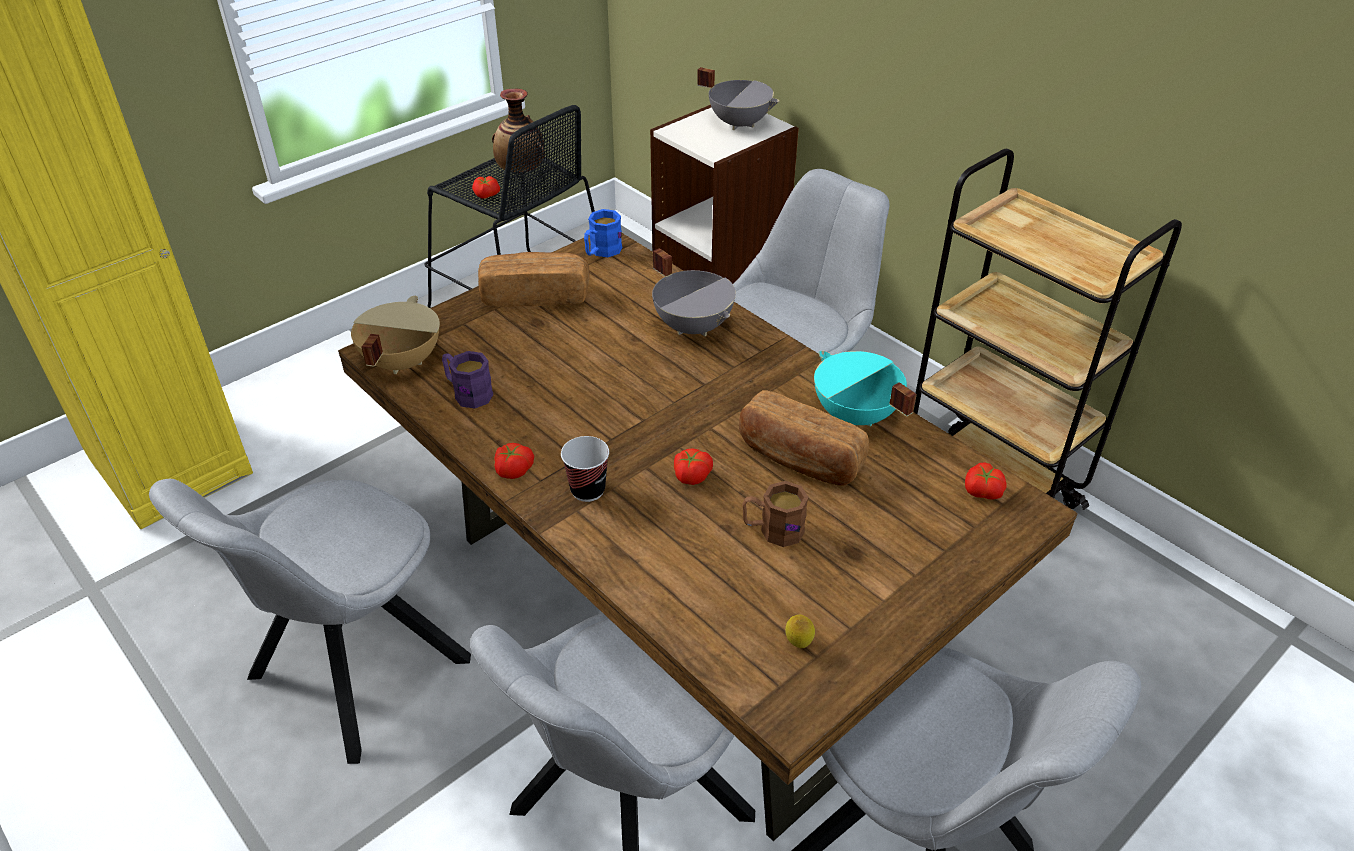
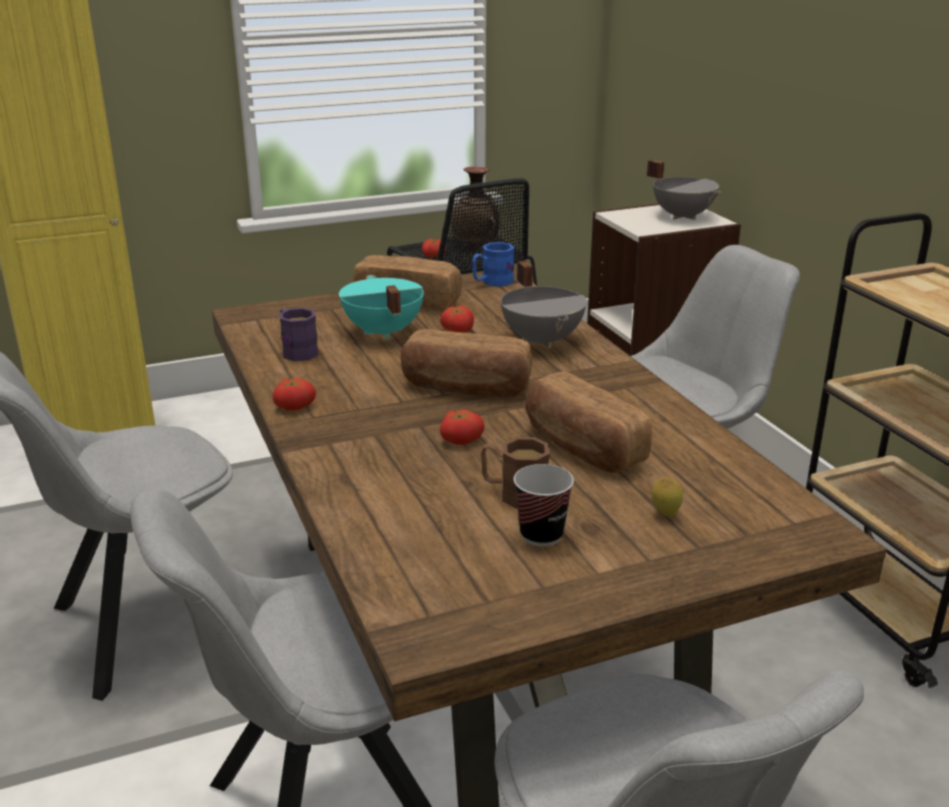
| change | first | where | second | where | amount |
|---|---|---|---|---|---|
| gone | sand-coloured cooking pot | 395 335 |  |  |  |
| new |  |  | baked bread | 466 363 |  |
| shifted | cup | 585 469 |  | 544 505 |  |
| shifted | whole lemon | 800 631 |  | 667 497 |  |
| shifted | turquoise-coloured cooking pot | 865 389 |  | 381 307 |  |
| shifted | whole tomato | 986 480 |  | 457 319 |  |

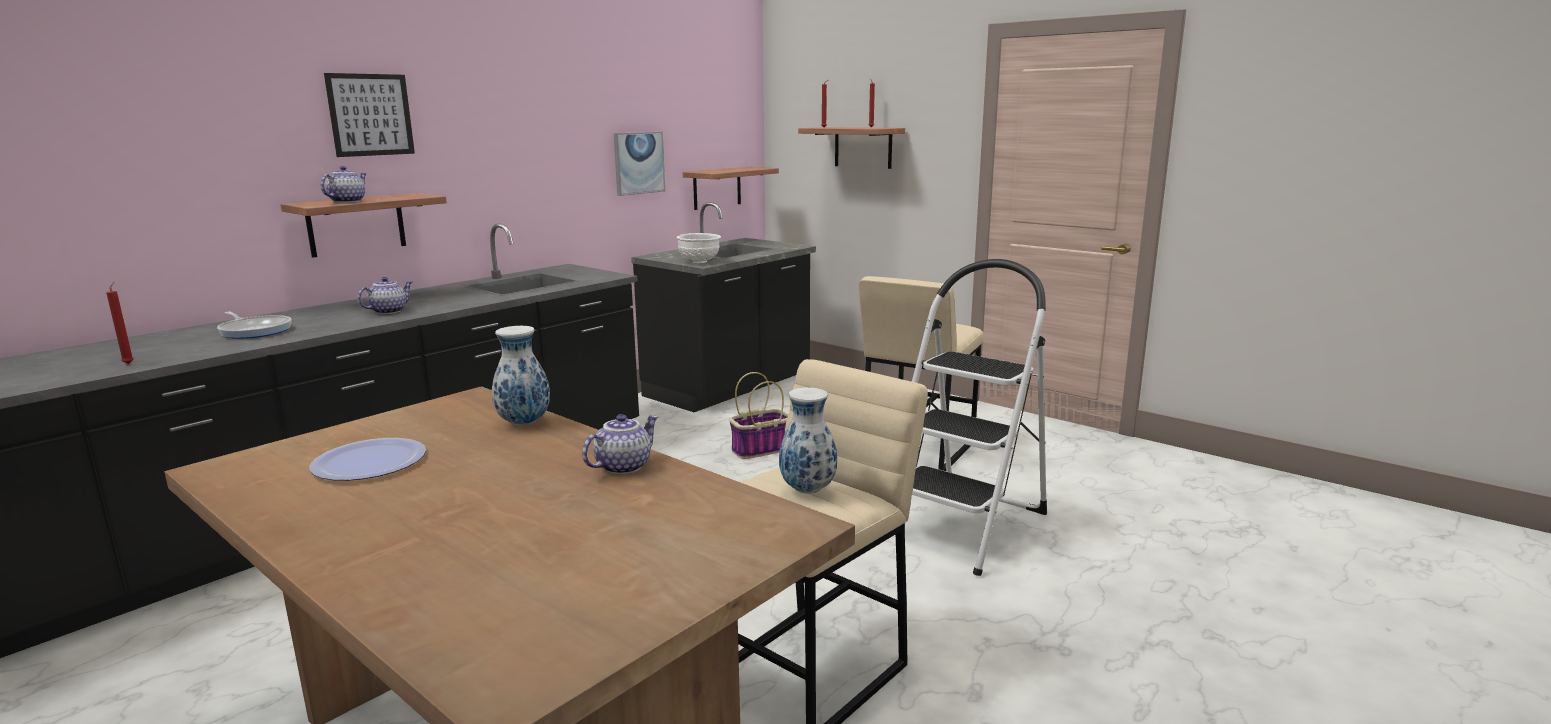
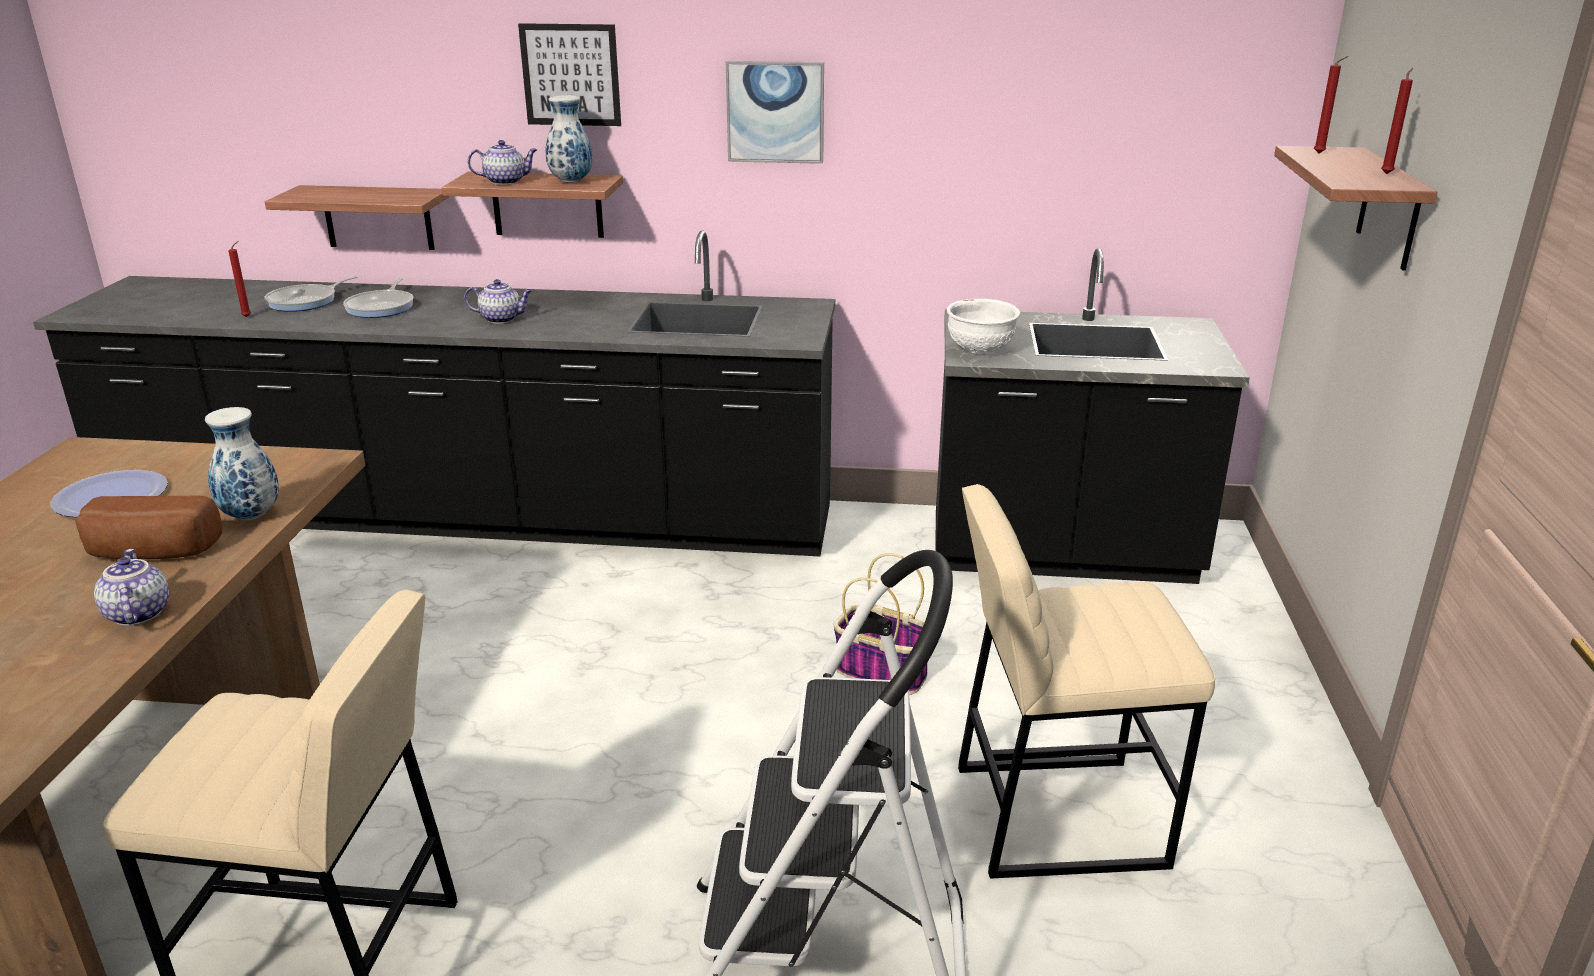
| change | first | where | second | where | amount |
|---|---|---|---|---|---|
| new |  |  | baked bread | 148 527 |  |
| new |  |  | frying pan | 311 294 |  |
| shifted | picture | 639 164 |  | 775 112 |  |
| shifted | shelf | 731 188 |  | 357 217 |  |
| shifted | decorative vase | 808 440 |  | 569 139 |  |
| rotated | teapot | 620 444 |  | 131 587 | 120 degrees counterclockwise |

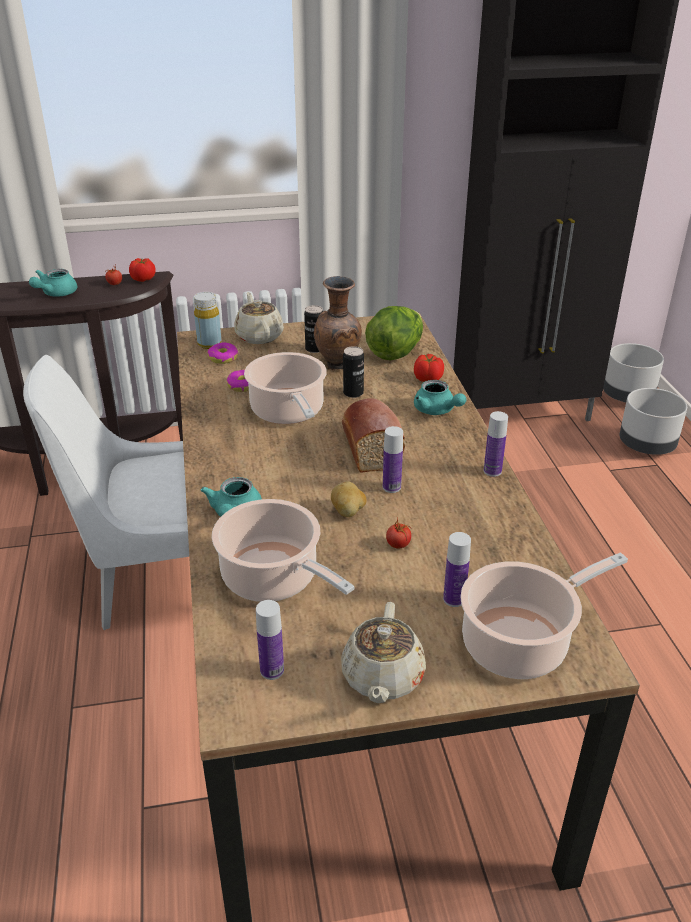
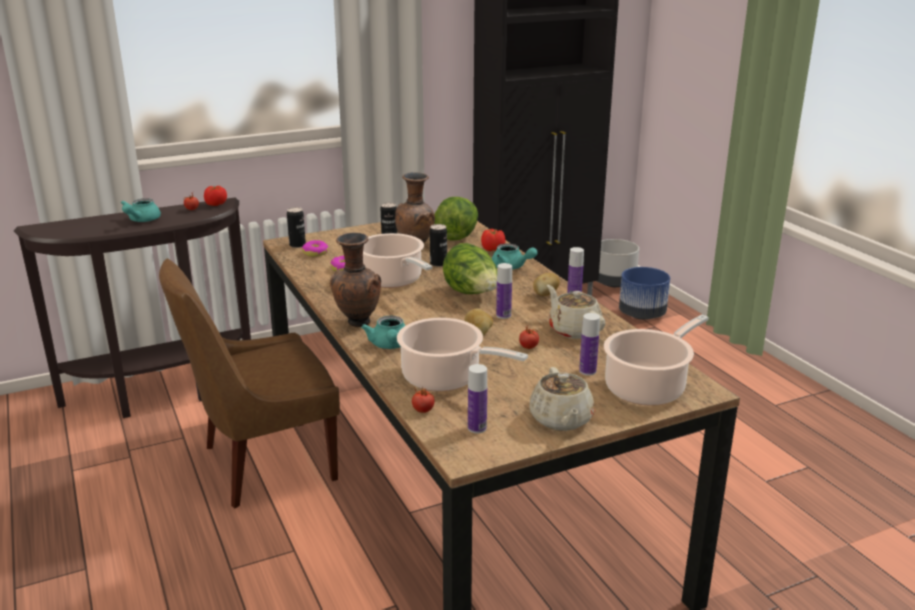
| change | first | where | second | where | amount |
|---|---|---|---|---|---|
| new |  |  | brown decorative vase | 355 279 |  |
| new |  |  | whole tomato | 423 399 |  |
| new |  |  | whole potato | 546 284 |  |
| shifted | sand-coloured teapot | 259 318 |  | 576 312 |  |
| swapped | yellow-coloured beverage bottle | 208 320 | can | 296 227 |  |
| swapped | baked bread | 373 435 | head of lettuce | 470 268 |  |
| repainted | white-coloured chair | 106 492 | brown chair | 249 383 |  |
| repainted | gray flower pot | 653 421 | blue flower pot | 644 293 |  |

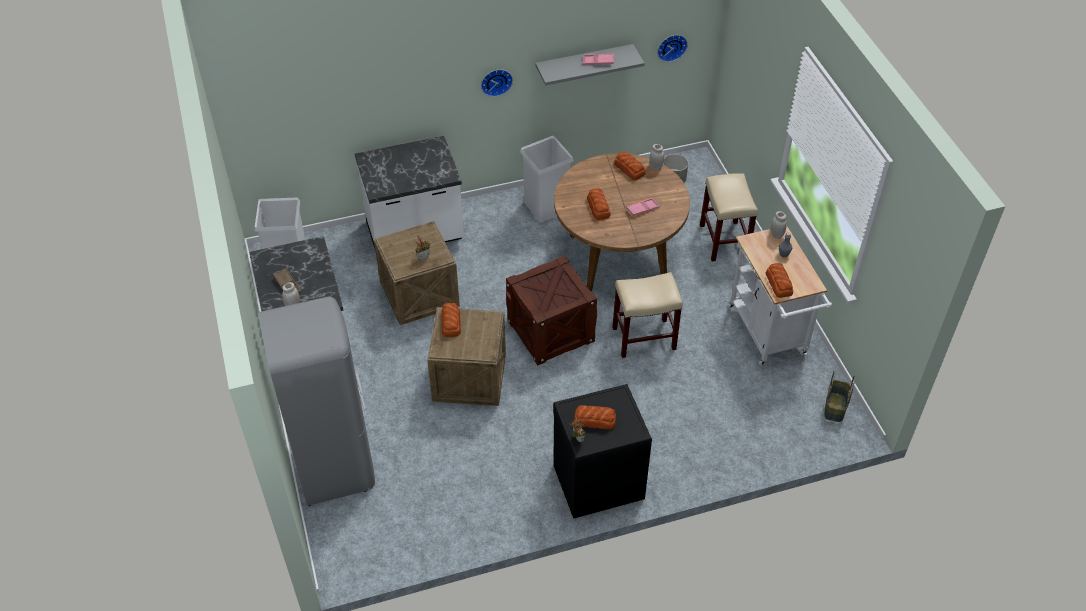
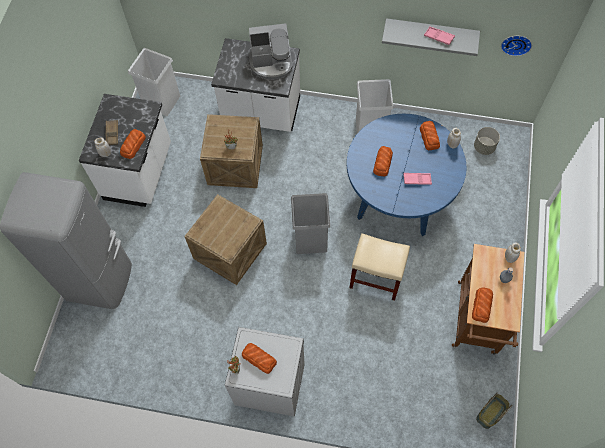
| change | first | where | second | where | amount |
|---|---|---|---|---|---|
| gone | clock on the wall | 497 83 |  |  |  |
| gone | sand-coloured stool | 729 217 |  |  |  |
| new |  |  | coffee machine | 270 51 |  |
| shifted | baked bread | 451 320 |  | 133 144 |  |
| swapped | crate | 551 310 | gray trash can | 310 223 |  |
| repainted | blackish laundry machine | 602 451 | white-coloured laundry machine | 265 372 |  |
| repainted | brown kitchen table | 622 222 | blue kitchen table | 407 175 |  |
| repainted | white-coloured cart | 780 296 | brown cart | 488 299 |  |

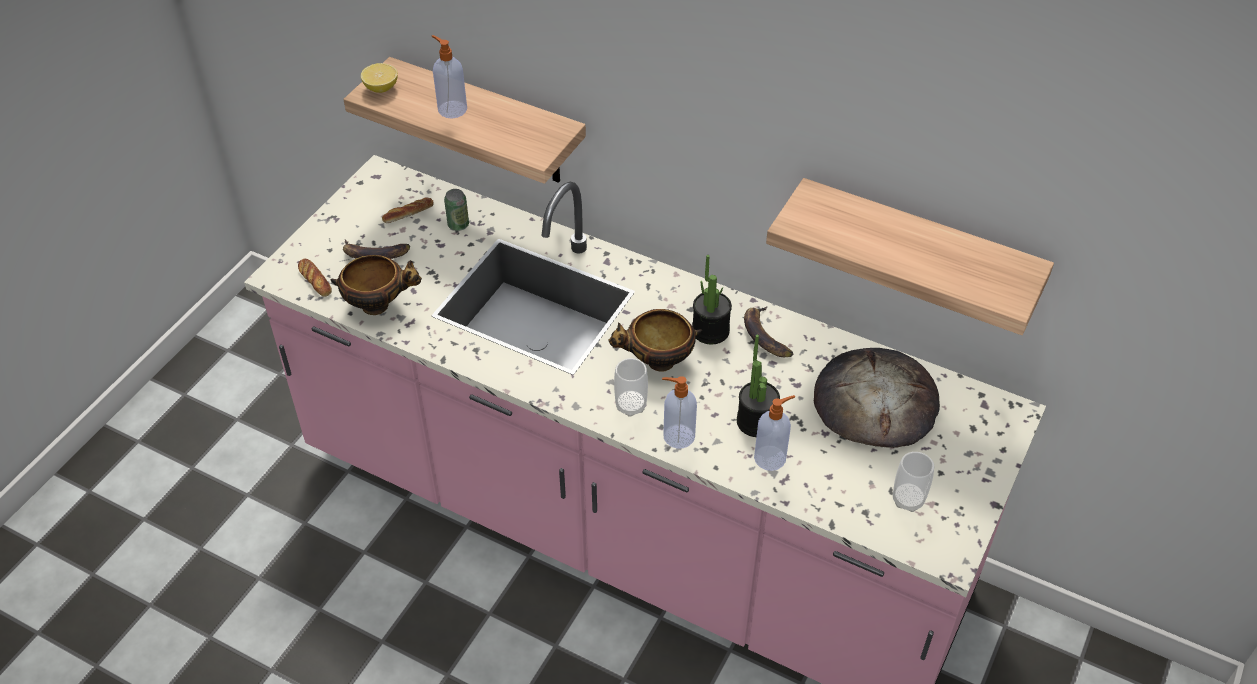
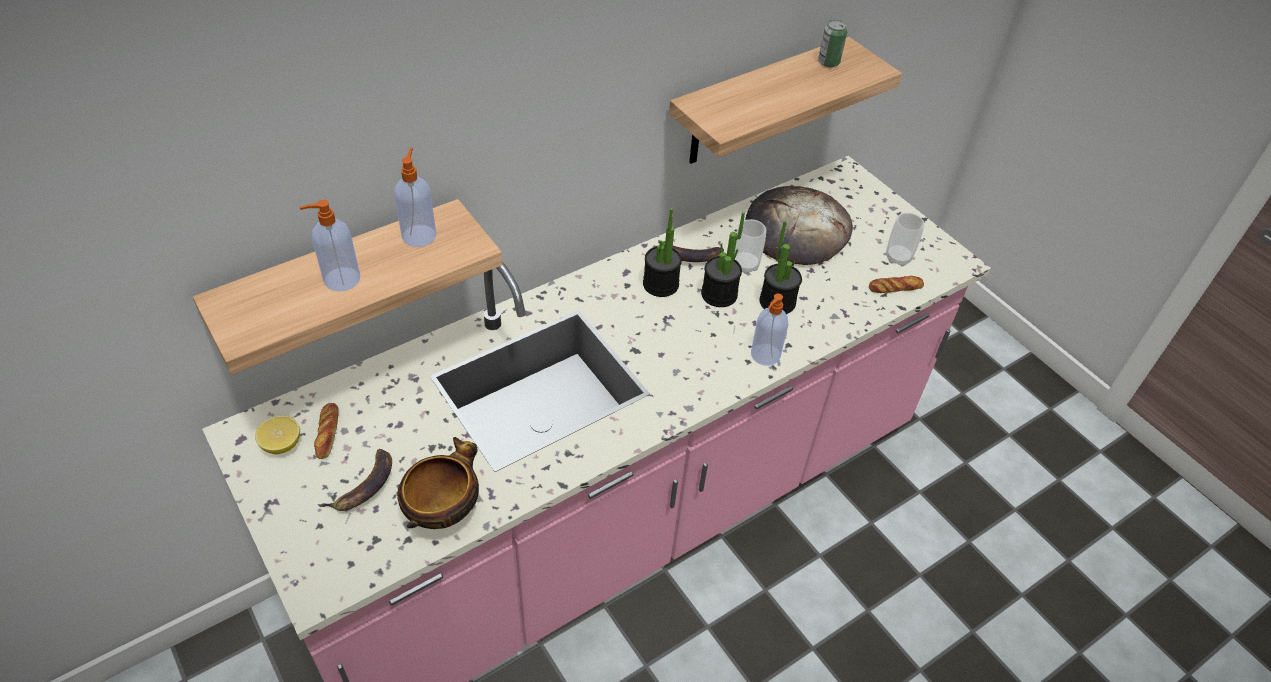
| change | first | where | second | where | amount |
|---|---|---|---|---|---|
| gone | serving bowl | 655 340 |  |  |  |
| new |  |  | houseplant | 723 259 |  |
| shifted | baked bread | 315 278 |  | 896 284 |  |
| shifted | whole lemon | 379 78 |  | 277 435 |  |
| shifted | can | 456 210 |  | 832 43 |  |
| shifted | cup | 631 387 |  | 750 246 |  |
| shifted | soap bottle | 774 433 |  | 415 197 |  |

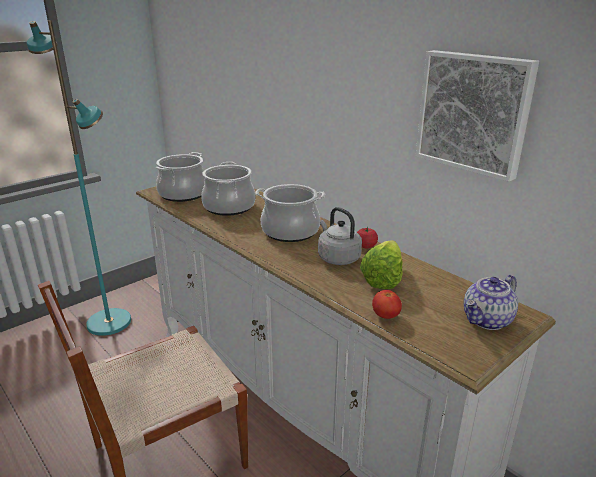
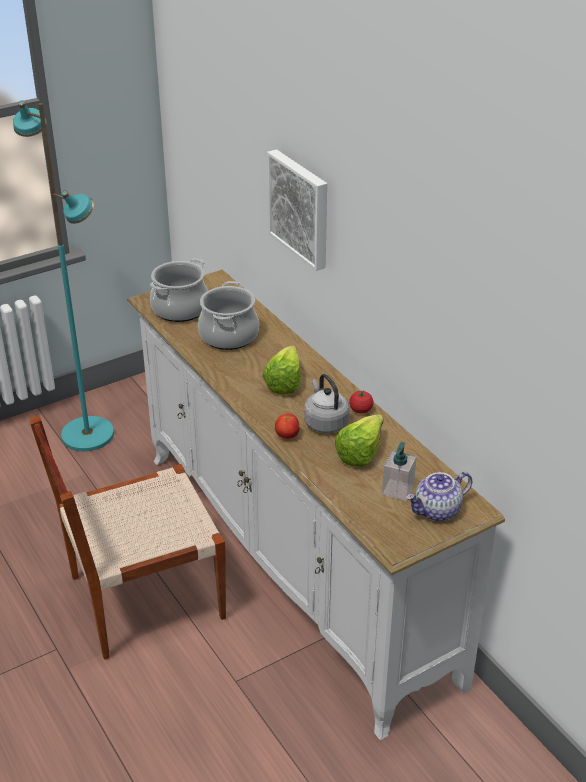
| change | first | where | second | where | amount |
|---|---|---|---|---|---|
| new |  |  | soap bottle | 399 471 |  |
| shifted | whole tomato | 387 304 |  | 287 426 |  |
| shifted | picture | 477 116 |  | 297 210 |  |
| swapped | cooking pot | 290 213 | head of lettuce | 281 370 |  |

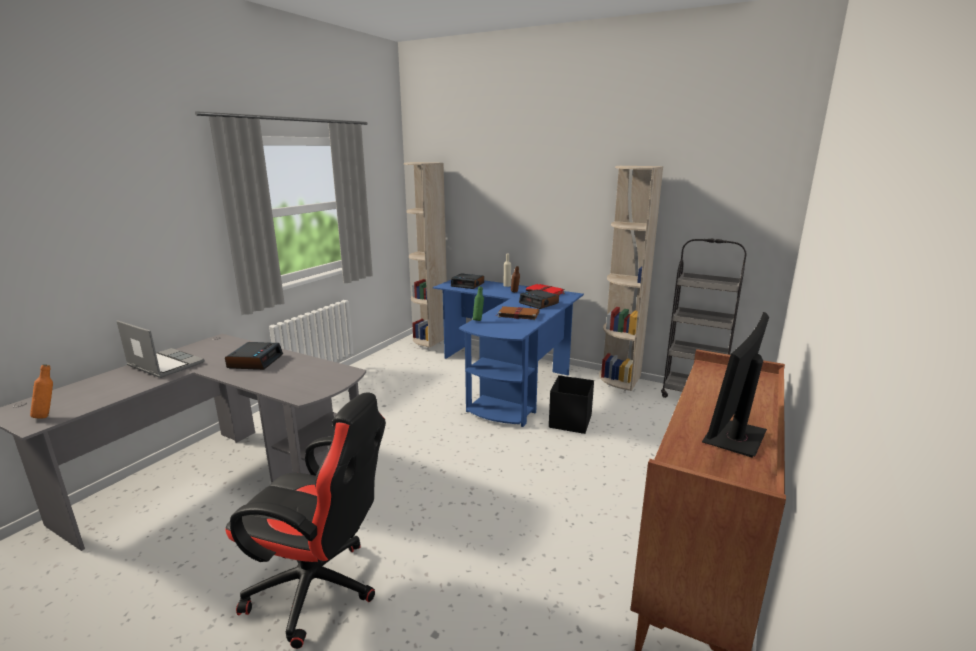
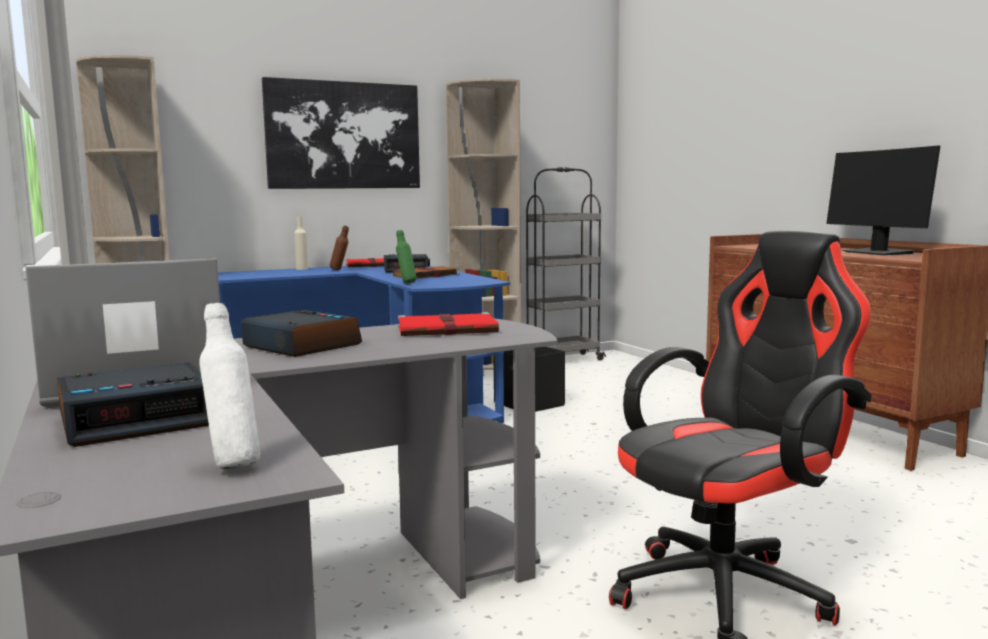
| change | first | where | second | where | amount |
|---|---|---|---|---|---|
| new |  |  | picture | 341 133 |  |
| new |  |  | reddish bound book | 448 324 |  |
| shifted | alarm clock | 467 281 |  | 133 404 |  |
| repainted | orange-coloured beverage bottle | 41 391 | white-coloured beverage bottle | 230 386 |  |

